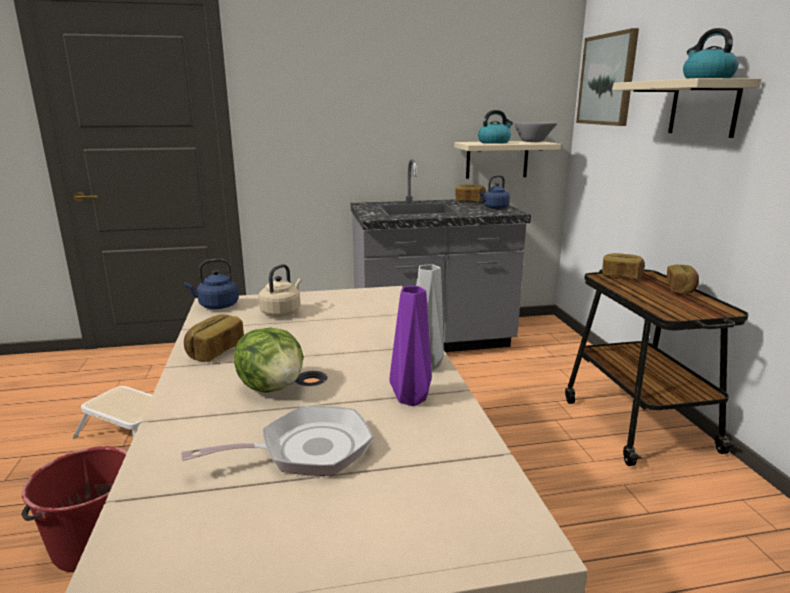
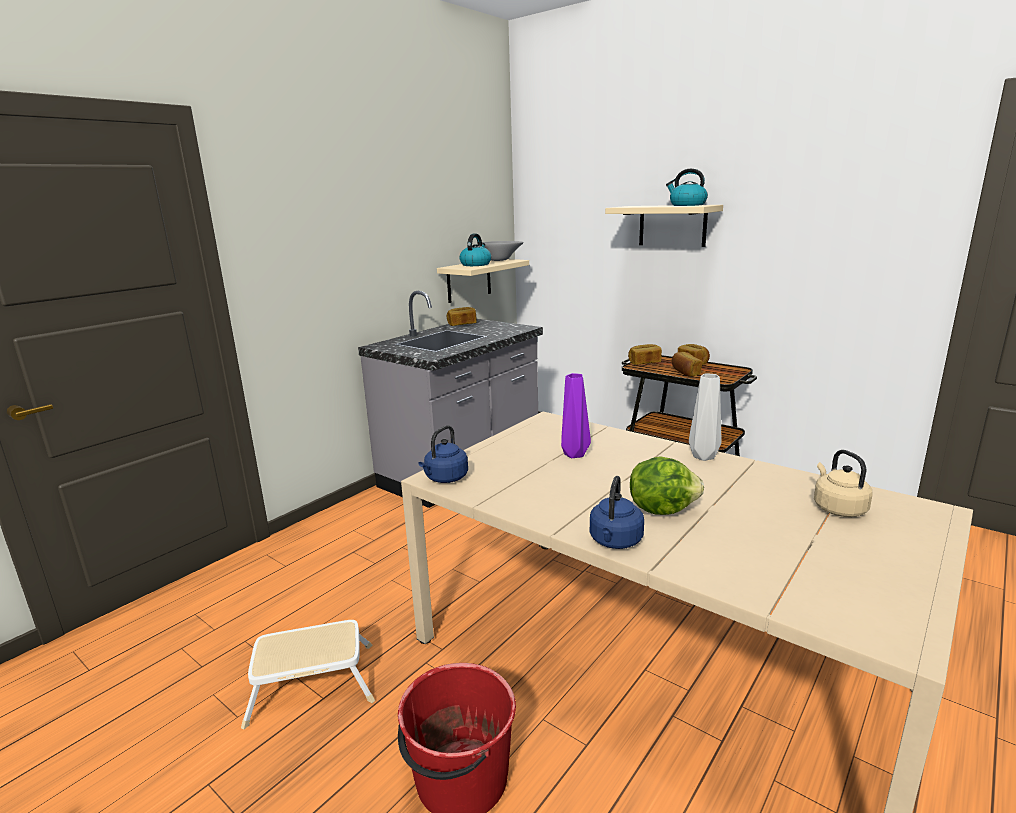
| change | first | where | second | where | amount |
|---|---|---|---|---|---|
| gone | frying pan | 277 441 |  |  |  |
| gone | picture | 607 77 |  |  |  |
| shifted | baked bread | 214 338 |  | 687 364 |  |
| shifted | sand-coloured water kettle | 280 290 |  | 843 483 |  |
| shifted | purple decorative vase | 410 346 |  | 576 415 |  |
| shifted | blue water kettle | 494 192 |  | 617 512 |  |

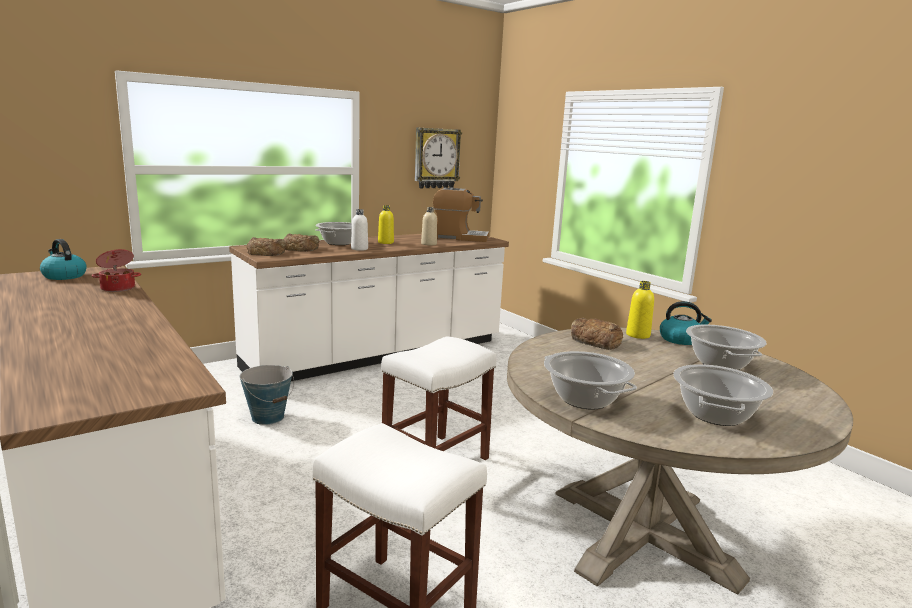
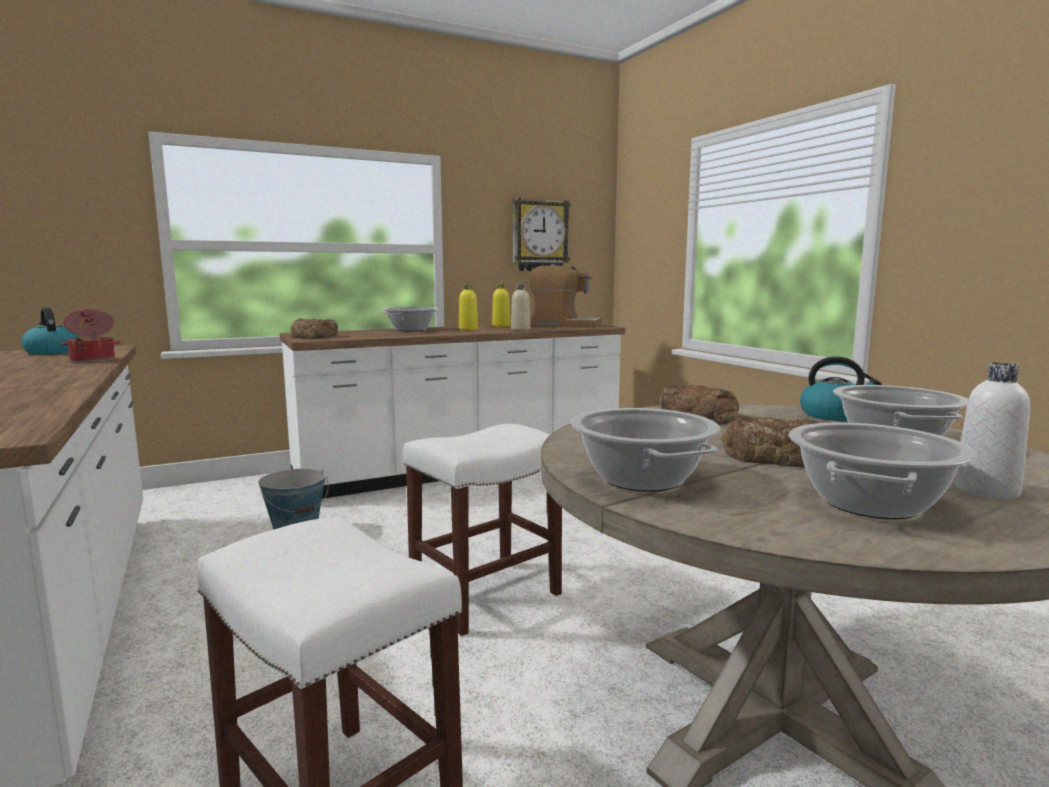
| change | first | where | second | where | amount |
|---|---|---|---|---|---|
| shifted | baked bread | 301 243 |  | 770 441 |  |
| shifted | white-coloured beverage bottle | 359 230 |  | 992 430 |  |
| shifted | yellow-coloured beverage bottle | 640 310 |  | 501 305 |  |

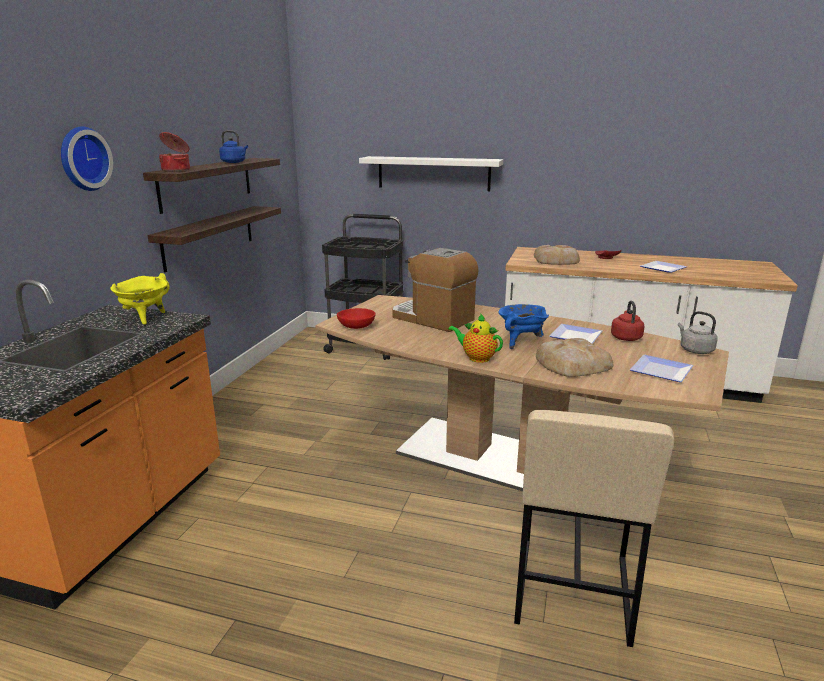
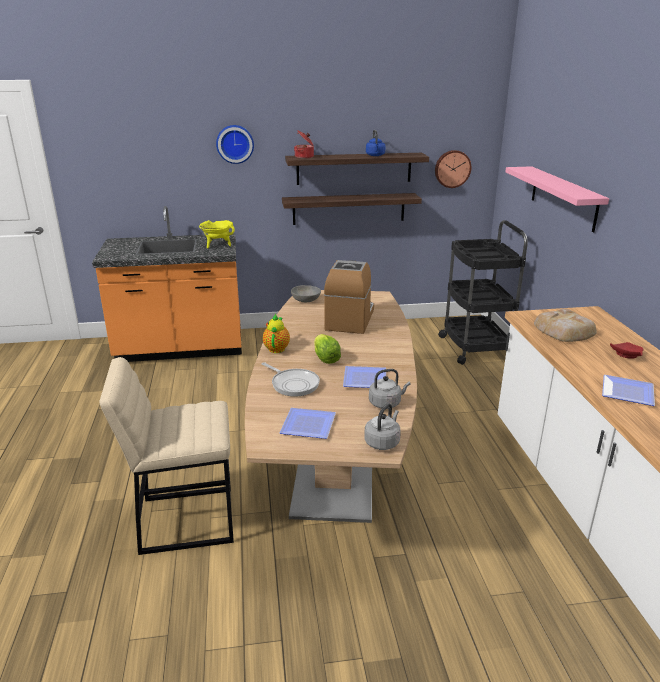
| change | first | where | second | where | amount |
|---|---|---|---|---|---|
| new |  |  | clock on the wall | 453 169 |  |
| swapped | blue cooking pot | 523 326 | head of lettuce | 327 349 |  |
| swapped | baked bread | 574 357 | frying pan | 291 379 |  |
| repainted | reddish serving bowl | 356 318 | gray serving bowl | 306 293 |  |
| repainted | white-coloured shelf | 431 173 | pink-coloured shelf | 557 199 |  |
| repainted | reddish water kettle | 628 320 | gray water kettle | 390 389 |  |

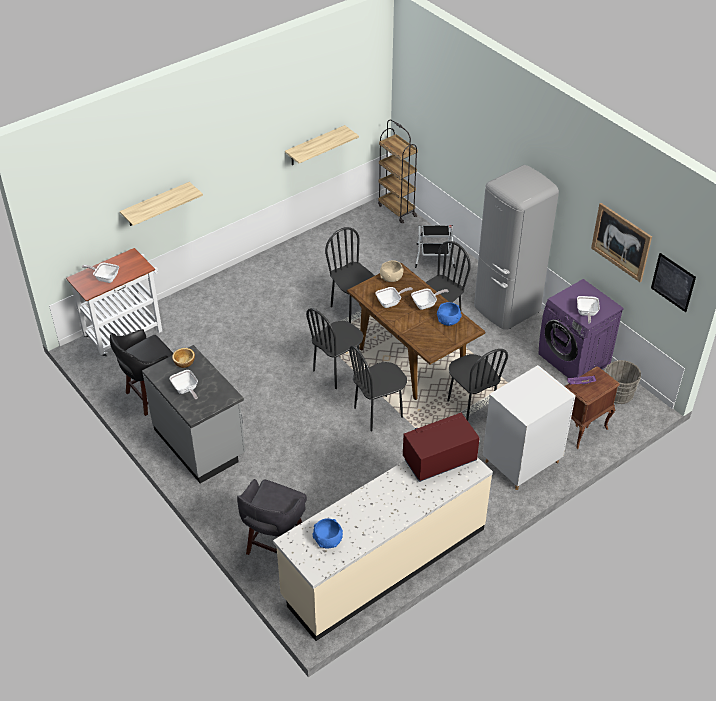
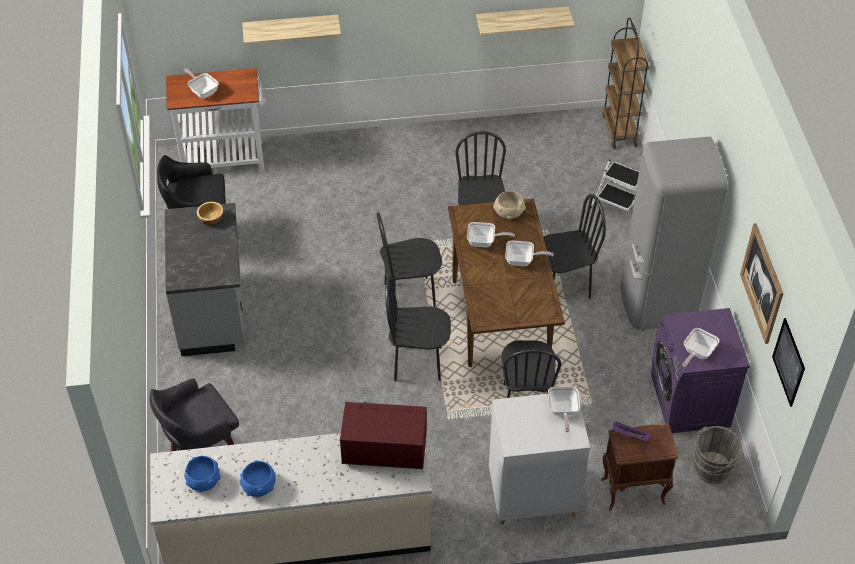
| change | first | where | second | where | amount |
|---|---|---|---|---|---|
| shifted | frying pan | 184 385 |  | 564 409 |  |
| shifted | blue serving bowl | 449 314 |  | 258 478 |  |

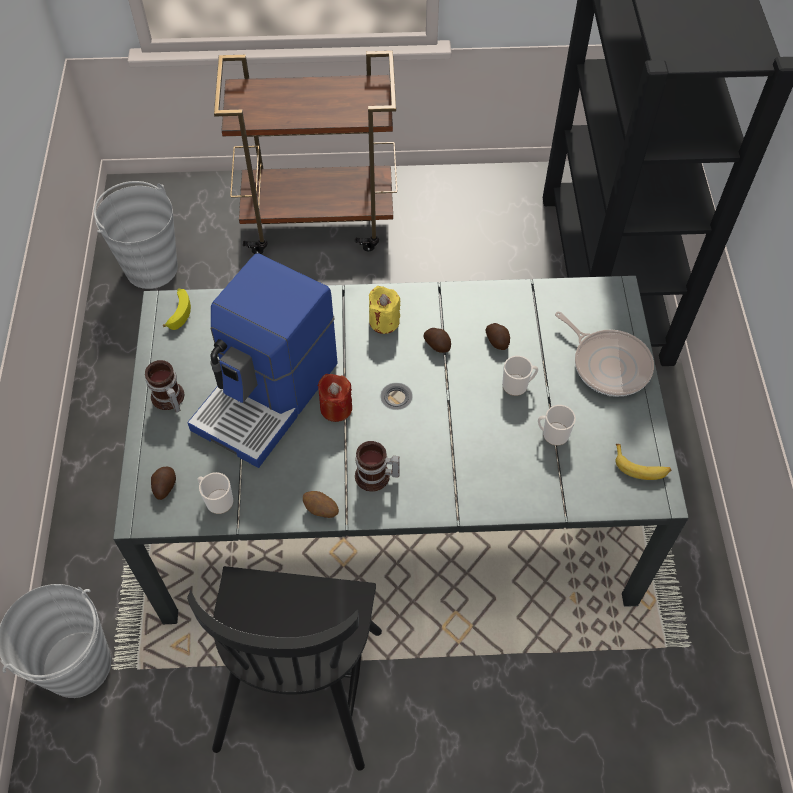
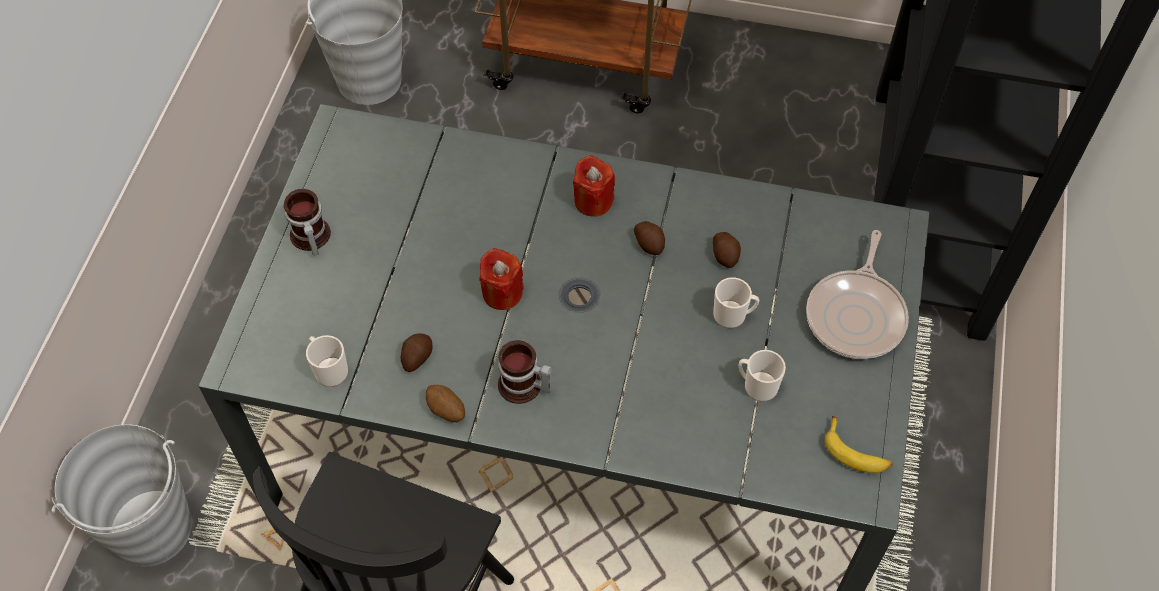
| change | first | where | second | where | amount |
|---|---|---|---|---|---|
| gone | banana fruit | 177 309 |  |  |  |
| gone | coffee machine | 262 360 |  |  |  |
| shifted | whole potato | 163 483 |  | 417 352 |  |
| repainted | yellow-coloured candle | 385 310 | reddish candle | 594 185 |  |
| rotated | frying pan | 604 353 |  | 857 294 | 45 degrees clockwise |

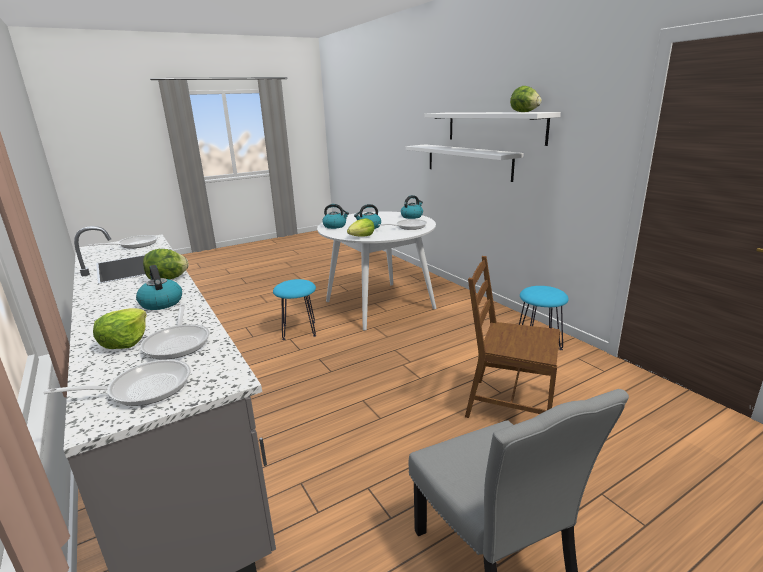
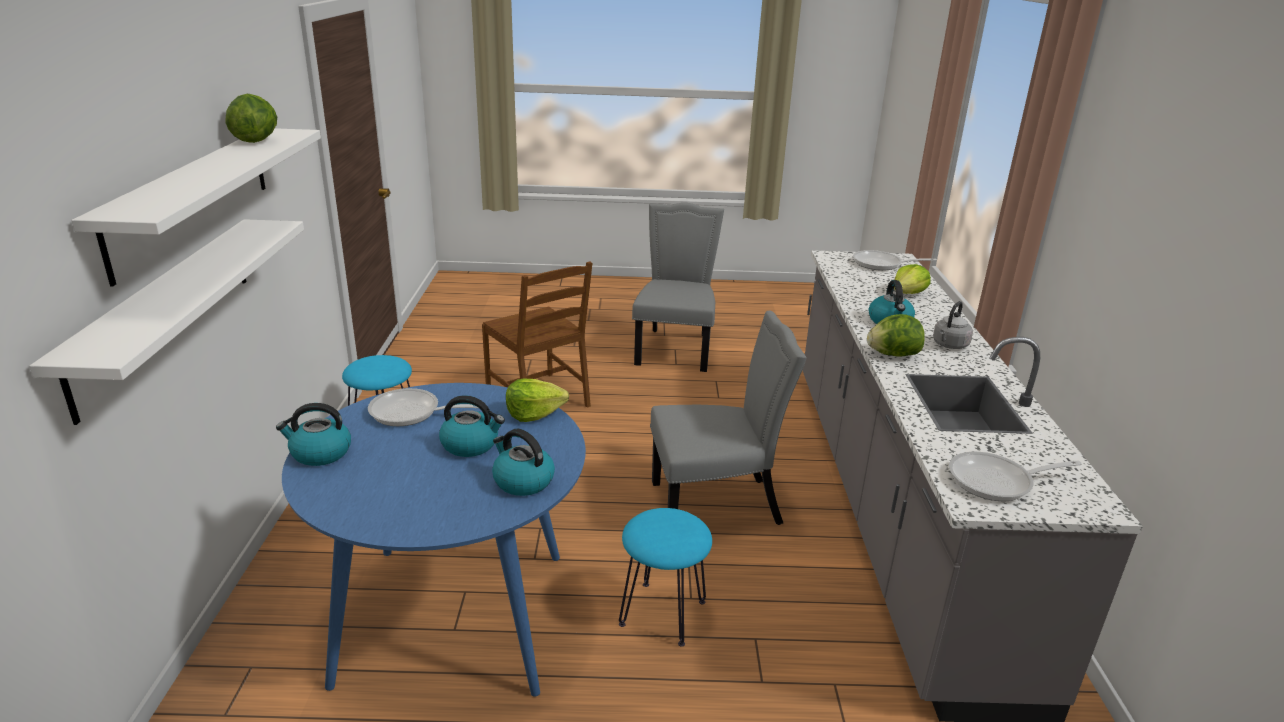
| change | first | where | second | where | amount |
|---|---|---|---|---|---|
| gone | frying pan | 175 331 |  |  |  |
| new |  |  | gray chair | 728 418 |  |
| new |  |  | gray water kettle | 953 325 |  |
| repainted | white-coloured kitchen table | 376 271 | blue kitchen table | 434 540 |  |

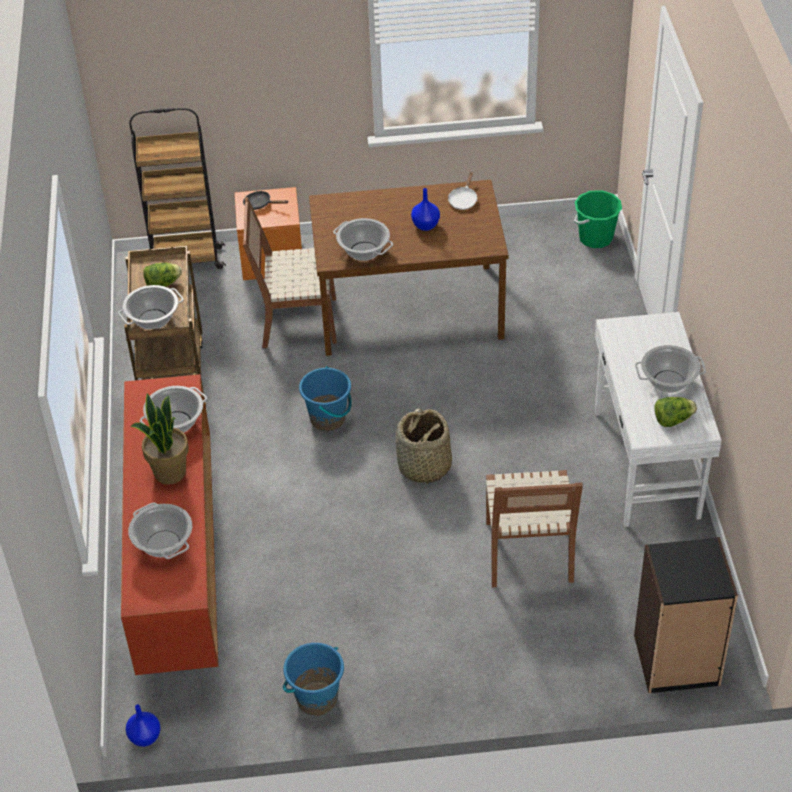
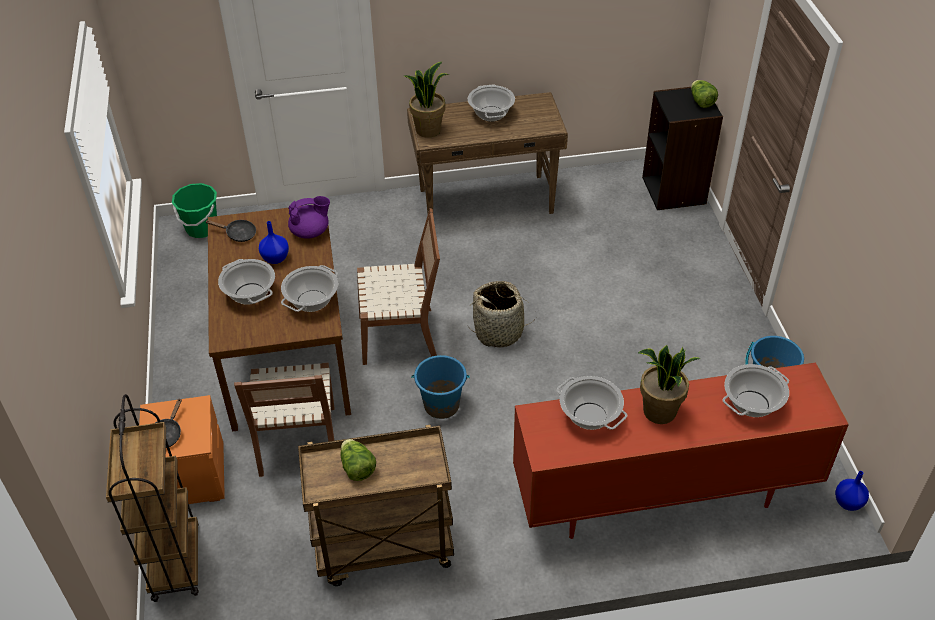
| change | first | where | second | where | amount |
|---|---|---|---|---|---|
| new |  |  | purple teapot | 309 217 |  |
| new |  |  | houseplant | 427 100 |  |
| shifted | cooking pot | 151 307 |  | 246 282 |  |
| shifted | chair | 534 528 |  | 398 286 |  |
| shifted | head of lettuce | 675 412 |  | 704 94 |  |
| repainted | white-coloured frying pan | 462 191 | blackish frying pan | 231 231 |  |
| repainted | white-coloured console table | 658 419 | brown console table | 487 153 |  |

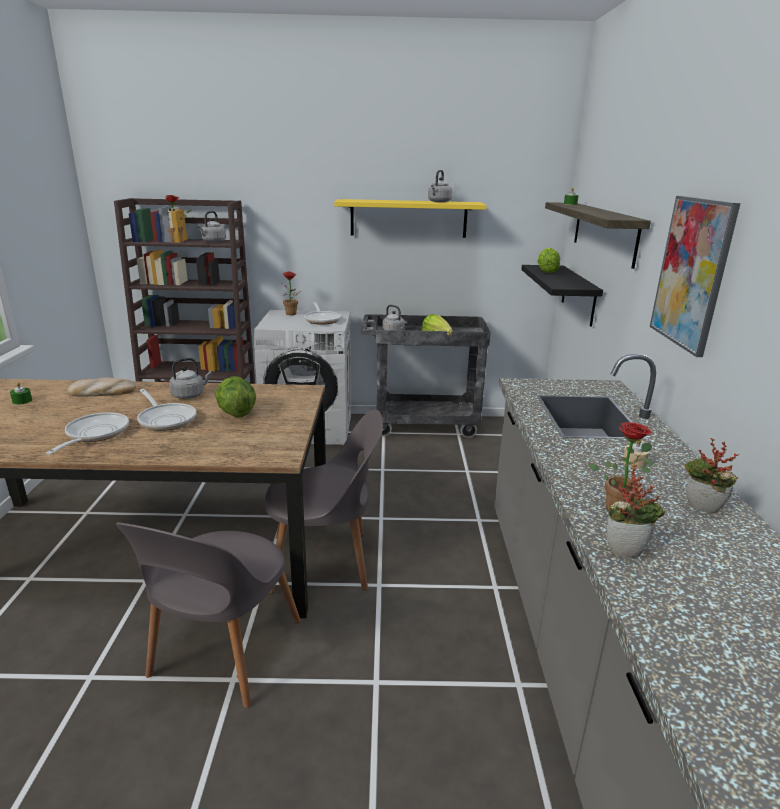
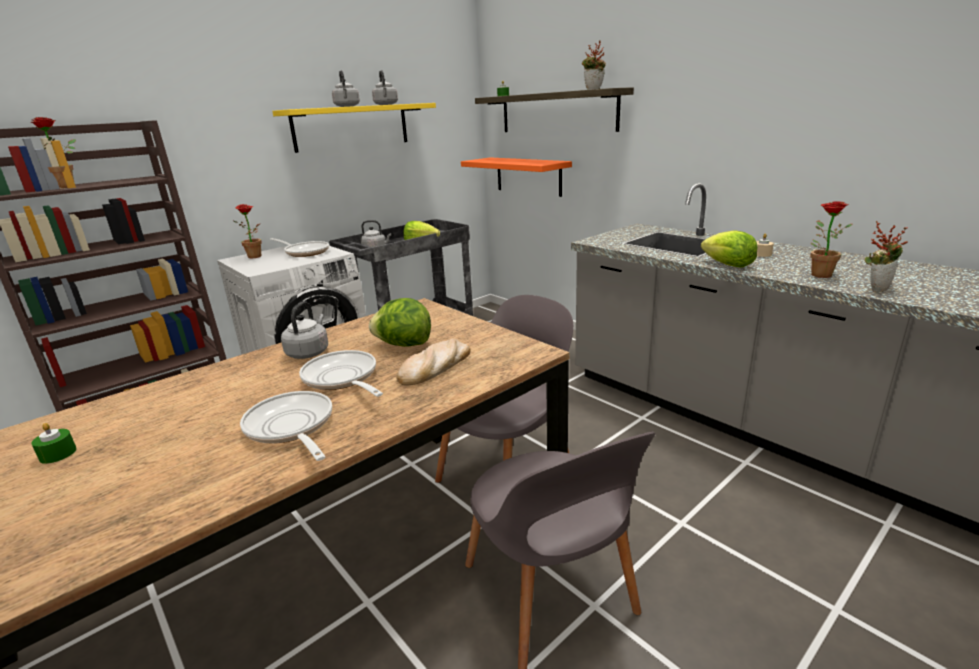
| change | first | where | second | where | amount |
|---|---|---|---|---|---|
| gone | picture | 695 276 |  |  |  |
| shifted | baked bread | 101 387 |  | 433 362 |  |
| shifted | gray water kettle | 212 227 |  | 346 88 |  |
| shifted | head of lettuce | 548 260 |  | 729 248 |  |
| shifted | houseplant | 712 475 |  | 594 65 |  |
| repainted | blackish shelf | 562 296 | orange-coloured shelf | 516 177 |  |
| rotated | frying pan | 166 410 |  | 341 373 | 135 degrees counterclockwise |

